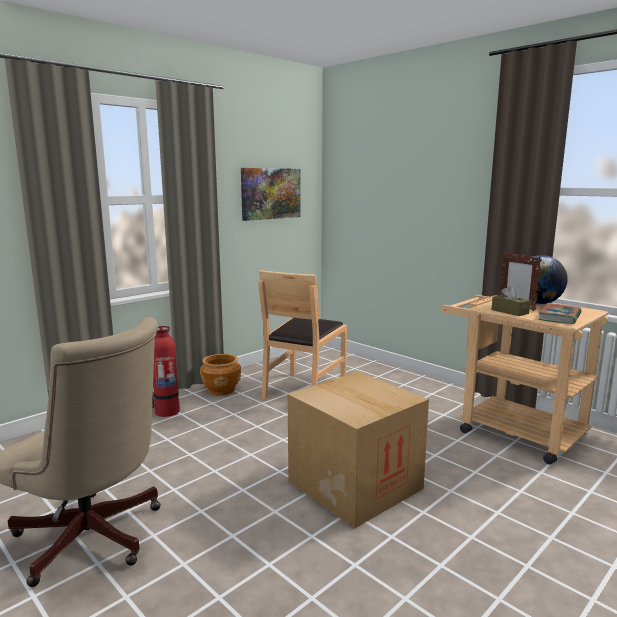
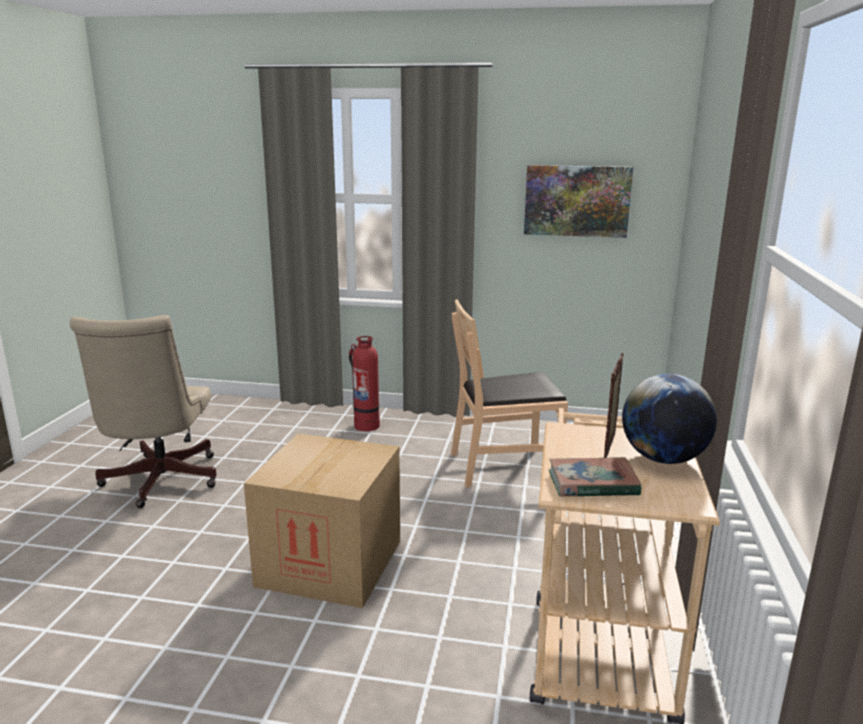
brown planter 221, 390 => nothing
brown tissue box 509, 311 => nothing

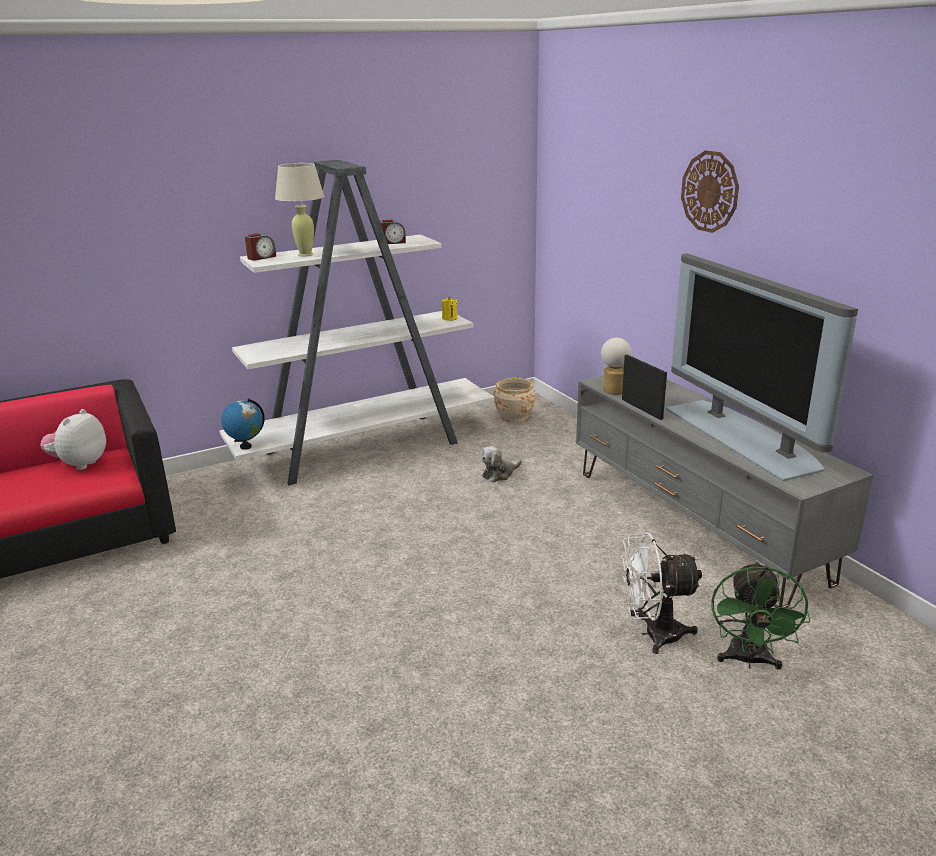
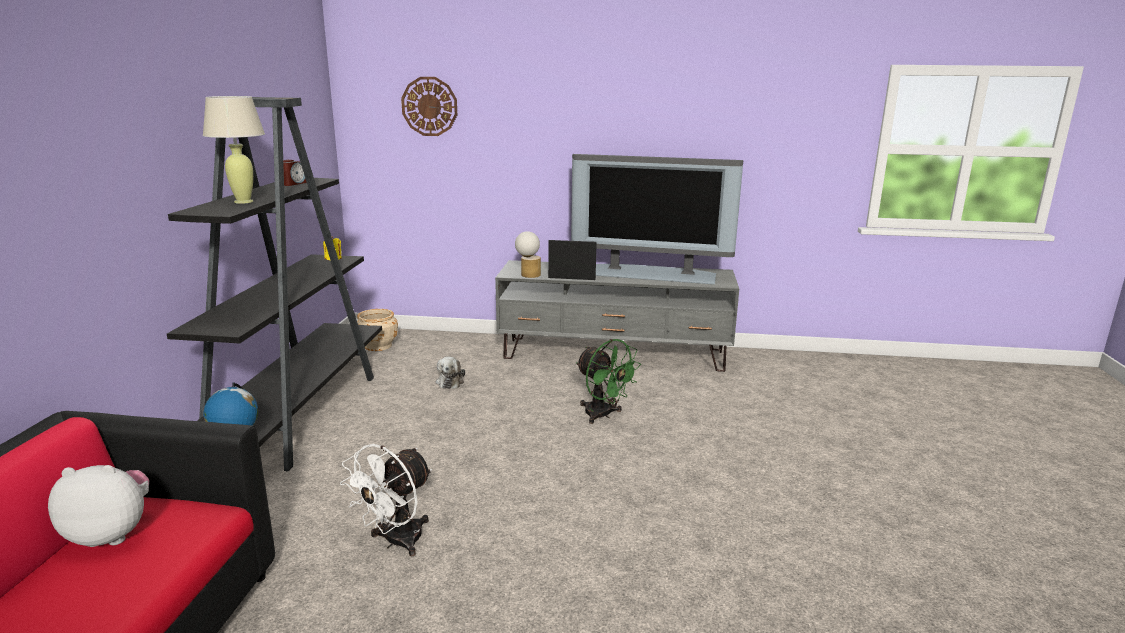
plush toy 79, 464 => plush toy 112, 534, 120 degrees clockwise
white bookcase 365, 447 => black bookcase 297, 414
alarm clock 261, 257 => nothing
white fan 653, 634 => white fan 396, 542, shifted
wall clock 710, 191 => wall clock 429, 106, shifted
green fan 748, 660 => green fan 603, 415, shifted

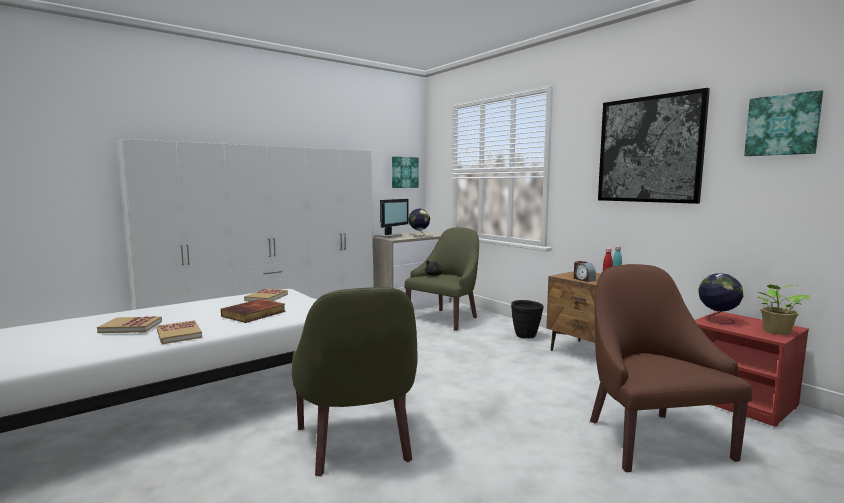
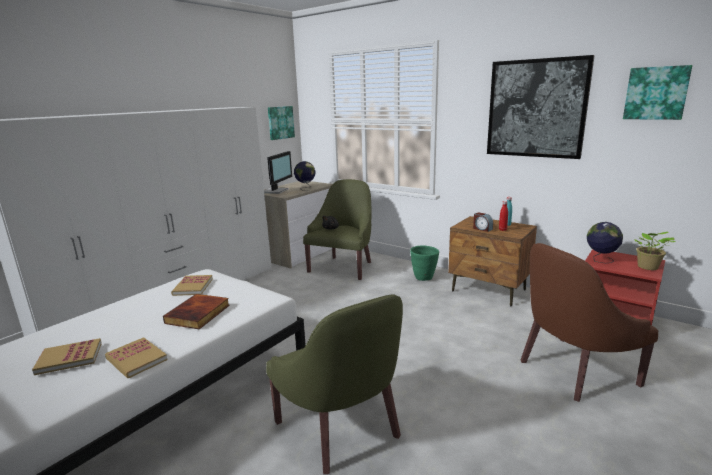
black planter 526, 336 => green planter 424, 278
brown armchair 651, 438 => brown armchair 572, 370, 90 degrees counterclockwise

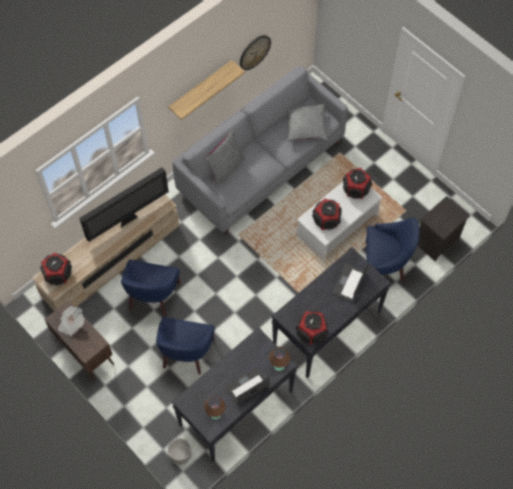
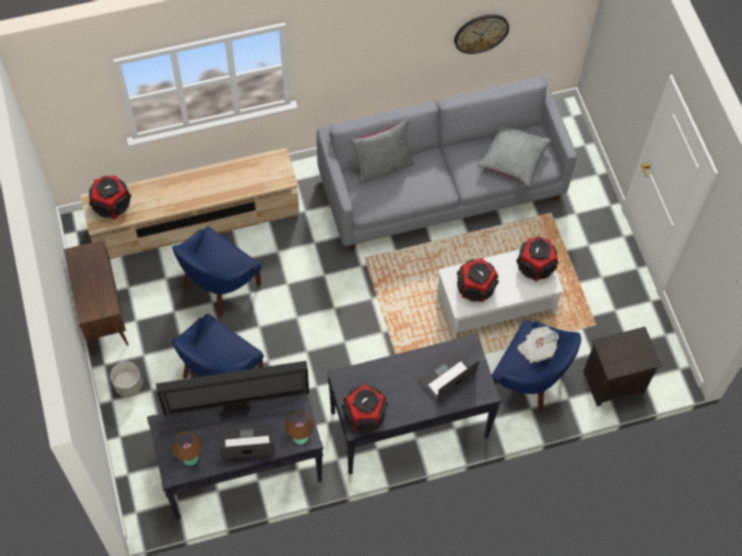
newspaper 71, 324 => newspaper 536, 348, shifted
television 129, 219 => television 237, 406, shifted
shelf 200, 88 => nothing
grey planter 180, 455 => grey planter 128, 385, shifted

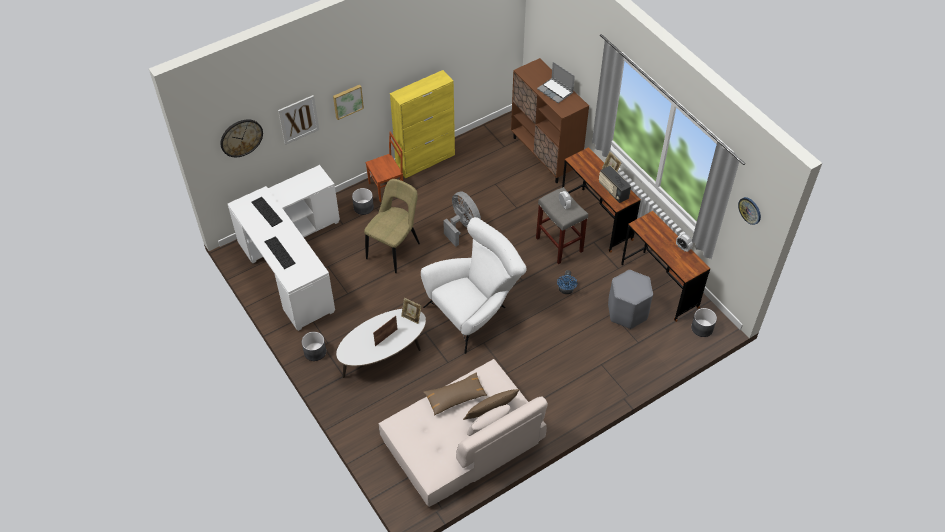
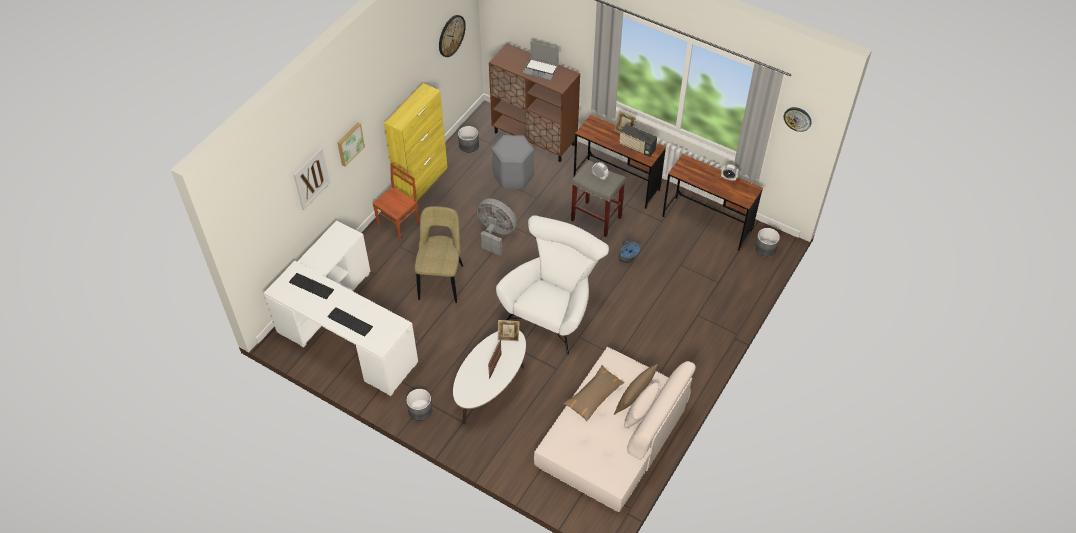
wall clock 241, 137 => wall clock 451, 35, shifted
grey planter 363, 207 => grey planter 469, 145, shifted
grey stool 627, 312 => grey stool 513, 176, shifted

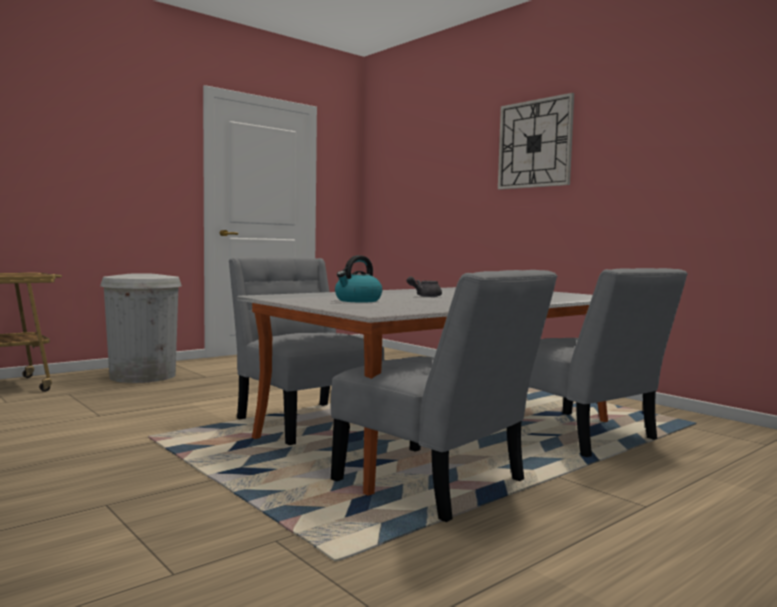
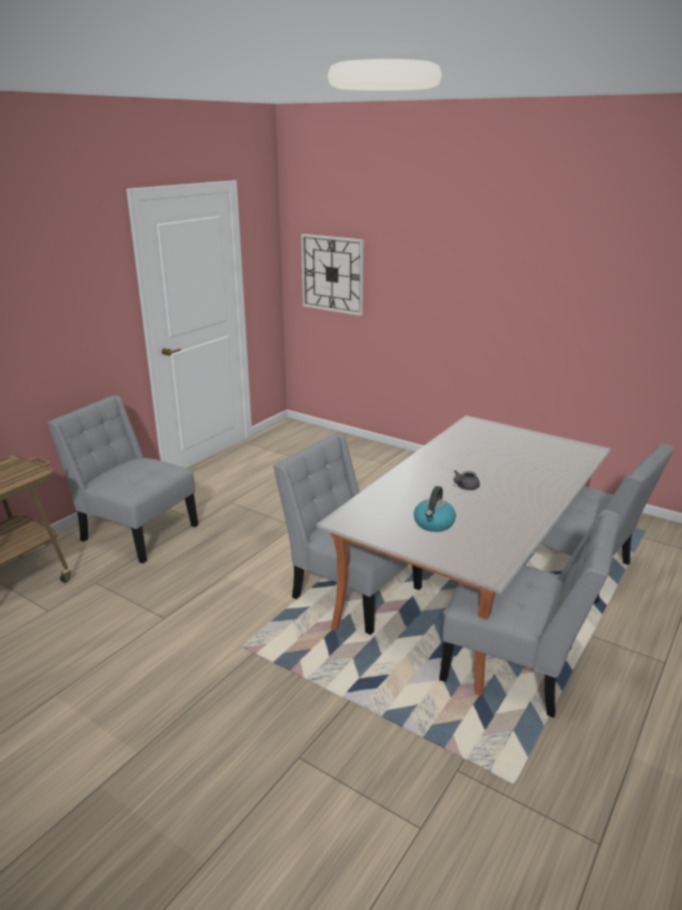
white trash can 143, 376 => grey chair 135, 531
wall clock 535, 144 => wall clock 332, 274, shifted

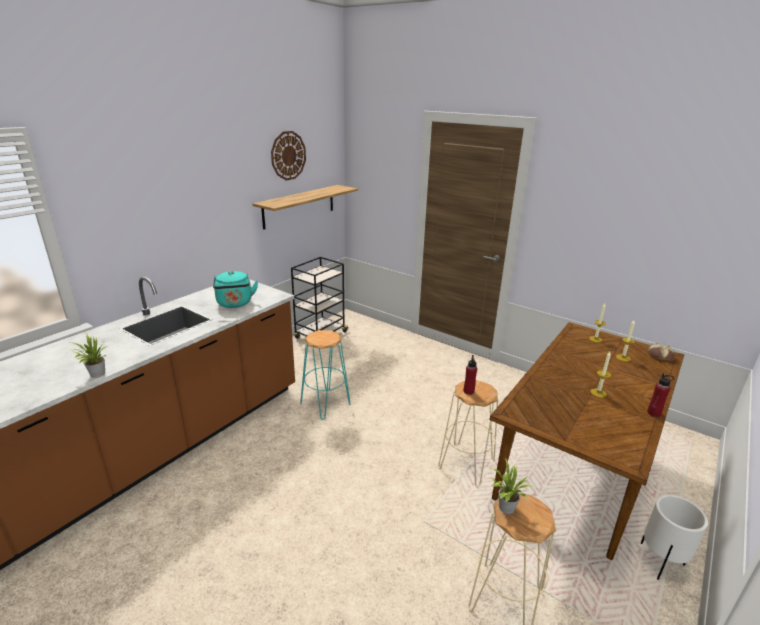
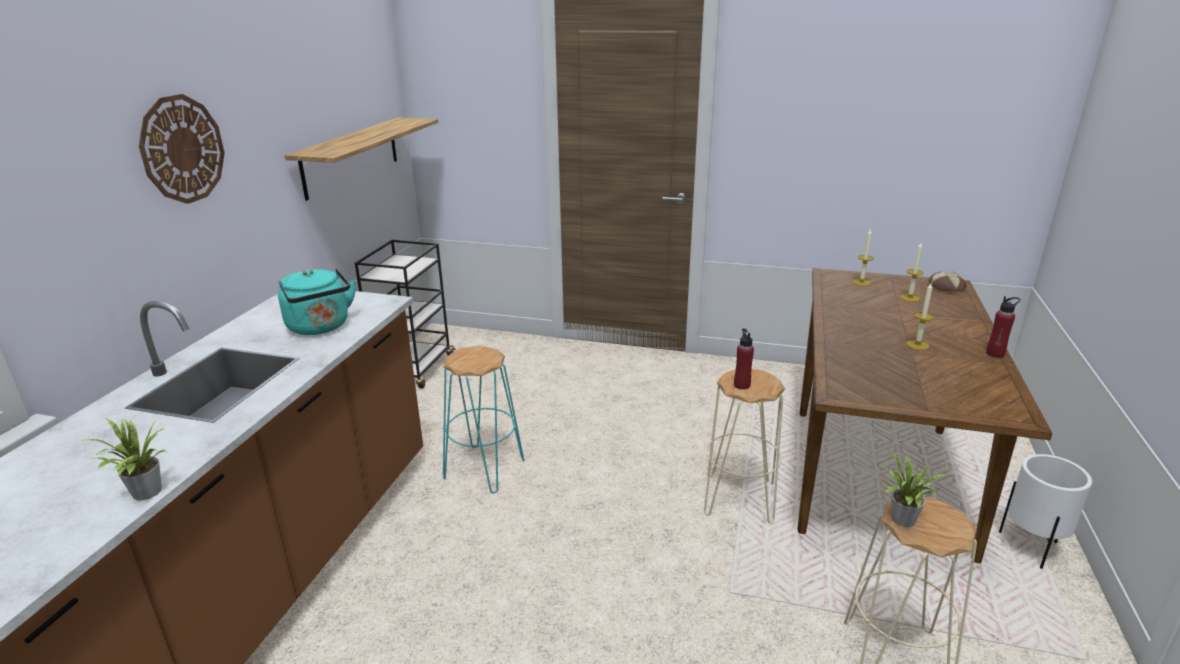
wall clock 288, 155 => wall clock 182, 149, shifted

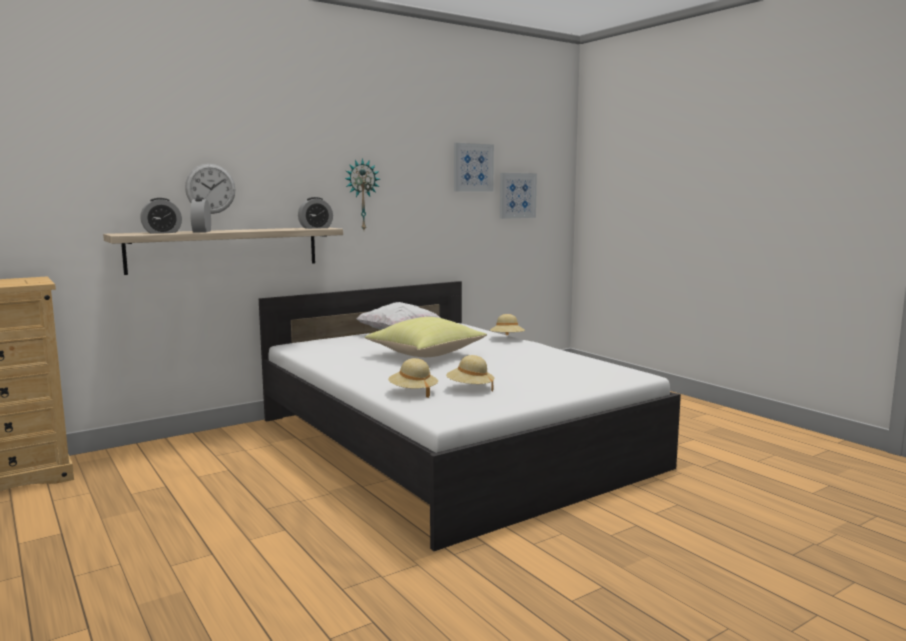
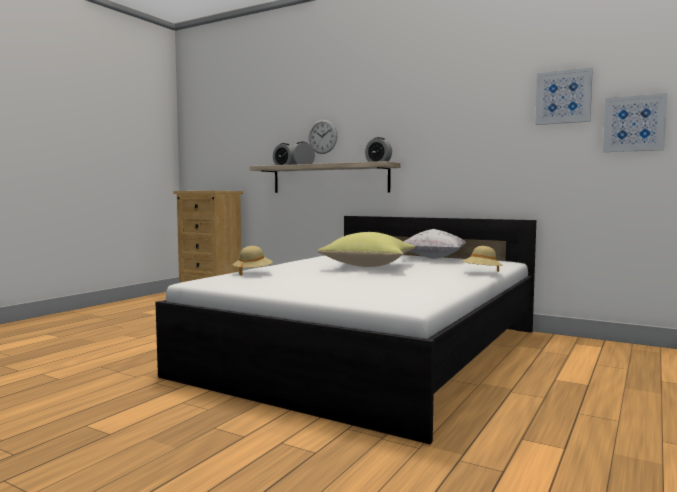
wall clock 361, 195 => nothing
beige hat 470, 388 => nothing

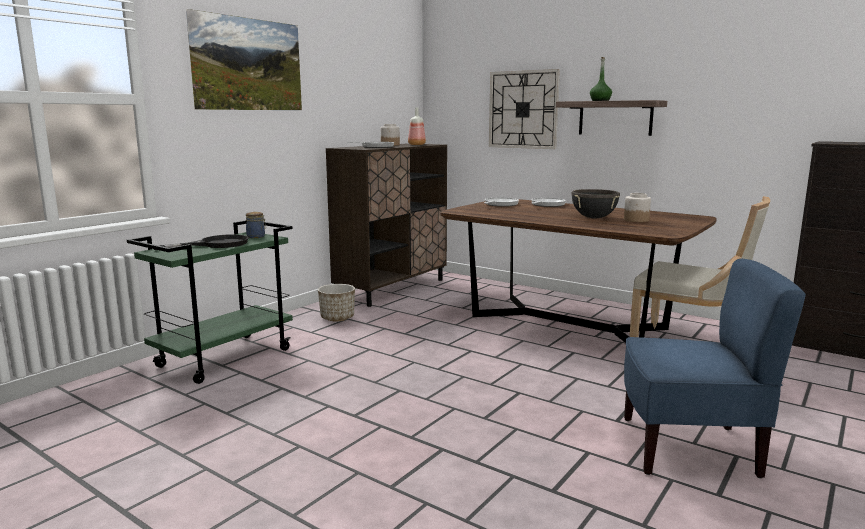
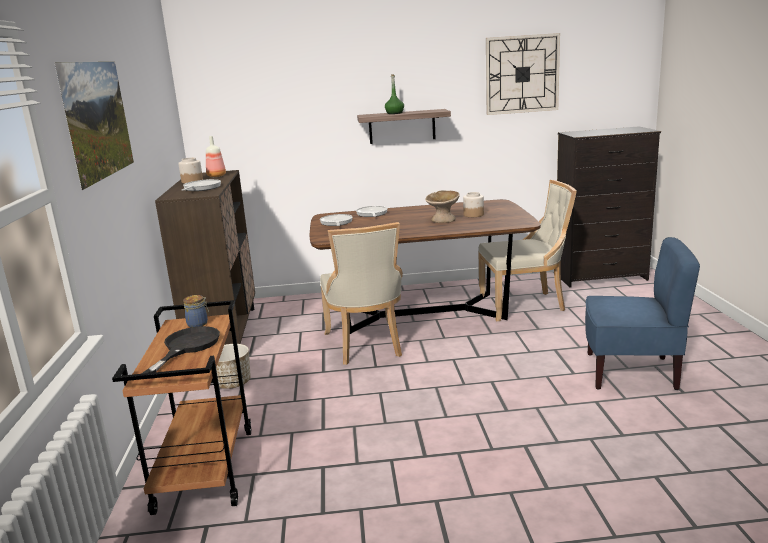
green cart 225, 357 => brown cart 205, 469
wall clock 523, 109 => wall clock 522, 74, shifted
black cooking pot 594, 218 => beige bowl 443, 220
blue chair 689, 448 => blue chair 631, 372, 45 degrees clockwise
nothing => beige chair 366, 345

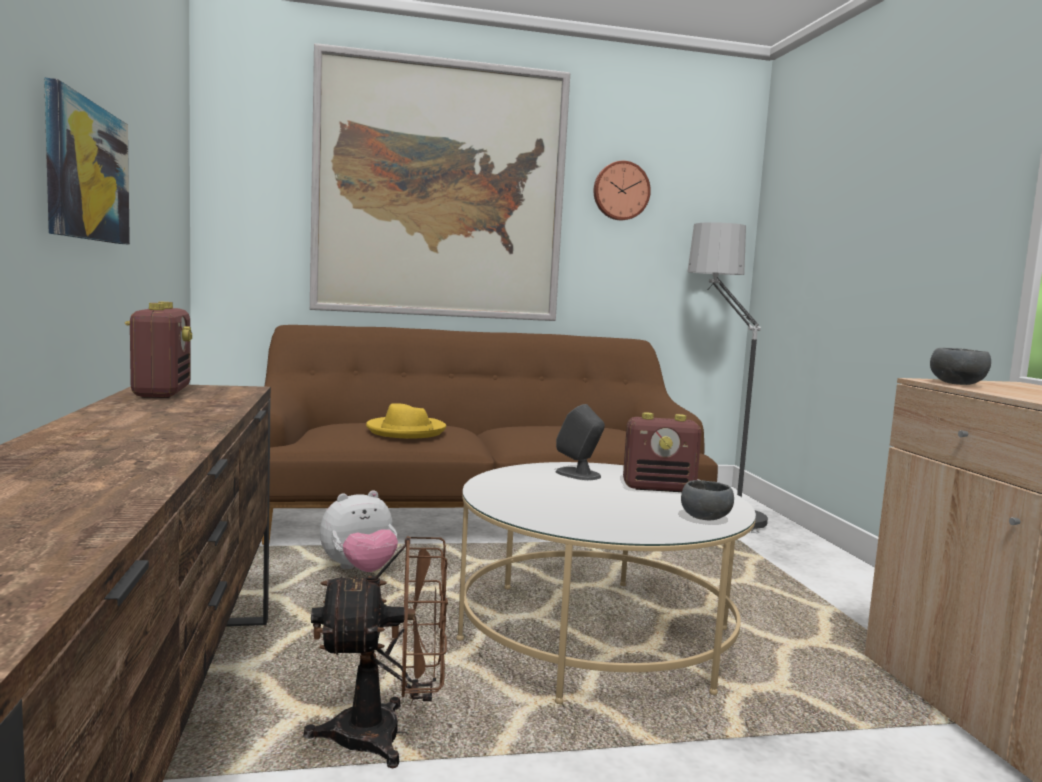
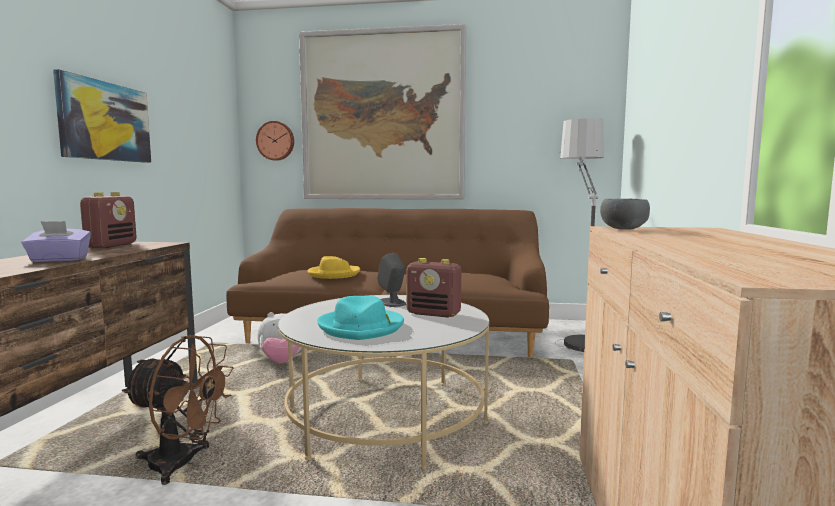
wall clock 620, 191 => wall clock 276, 141, shifted
grey bowl 706, 518 => nothing
nothing => purple tissue box 59, 260
nothing => turquoise hat 361, 327

